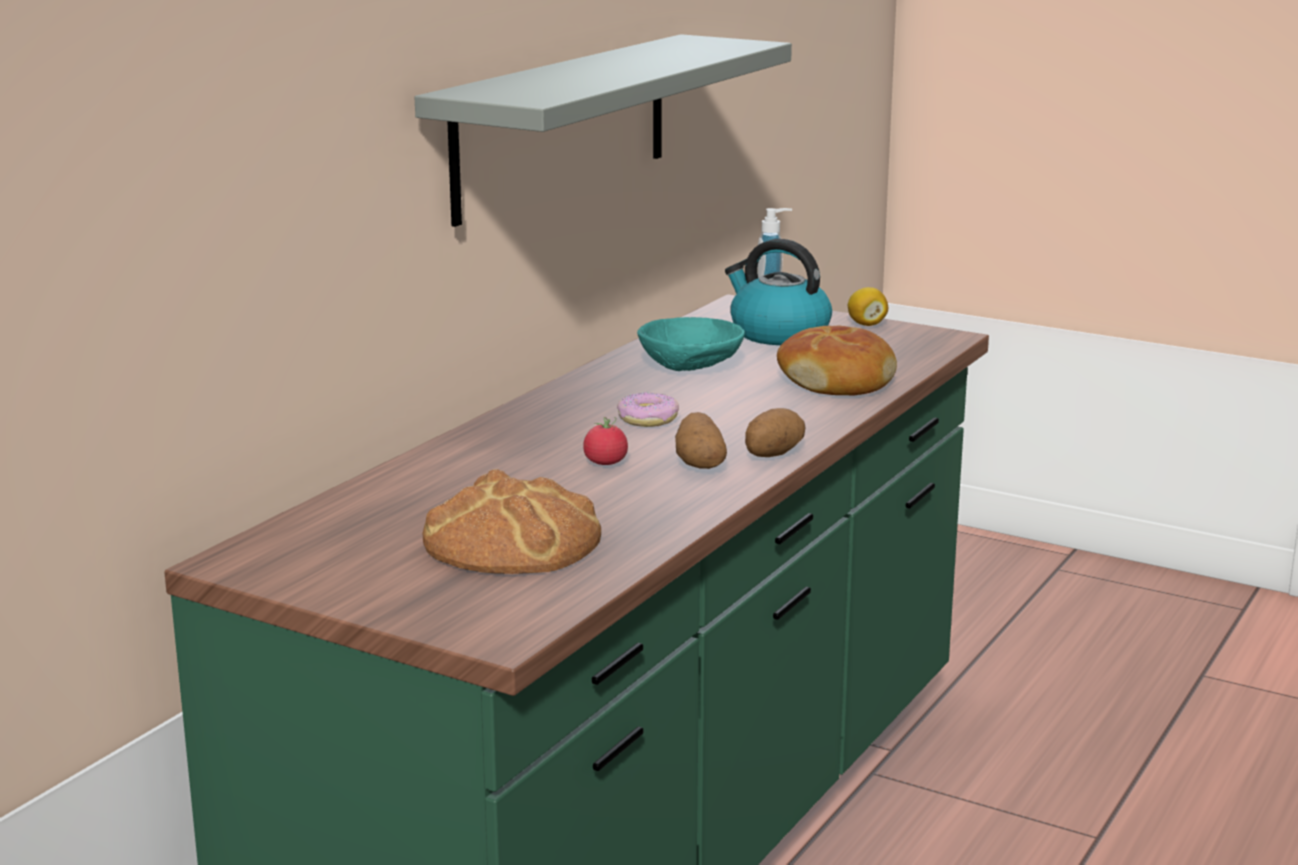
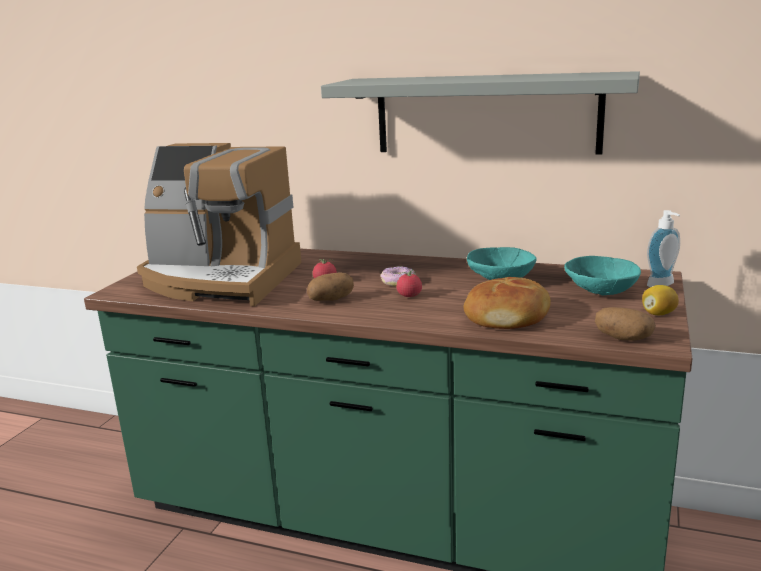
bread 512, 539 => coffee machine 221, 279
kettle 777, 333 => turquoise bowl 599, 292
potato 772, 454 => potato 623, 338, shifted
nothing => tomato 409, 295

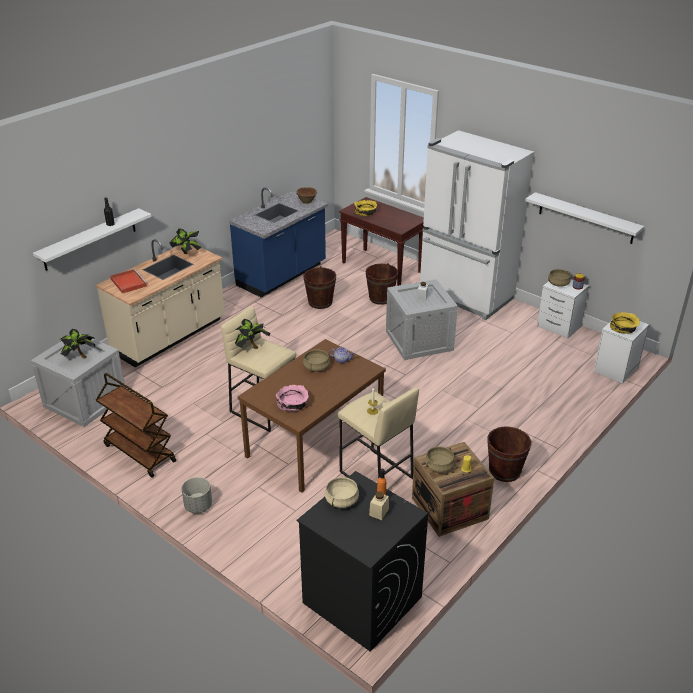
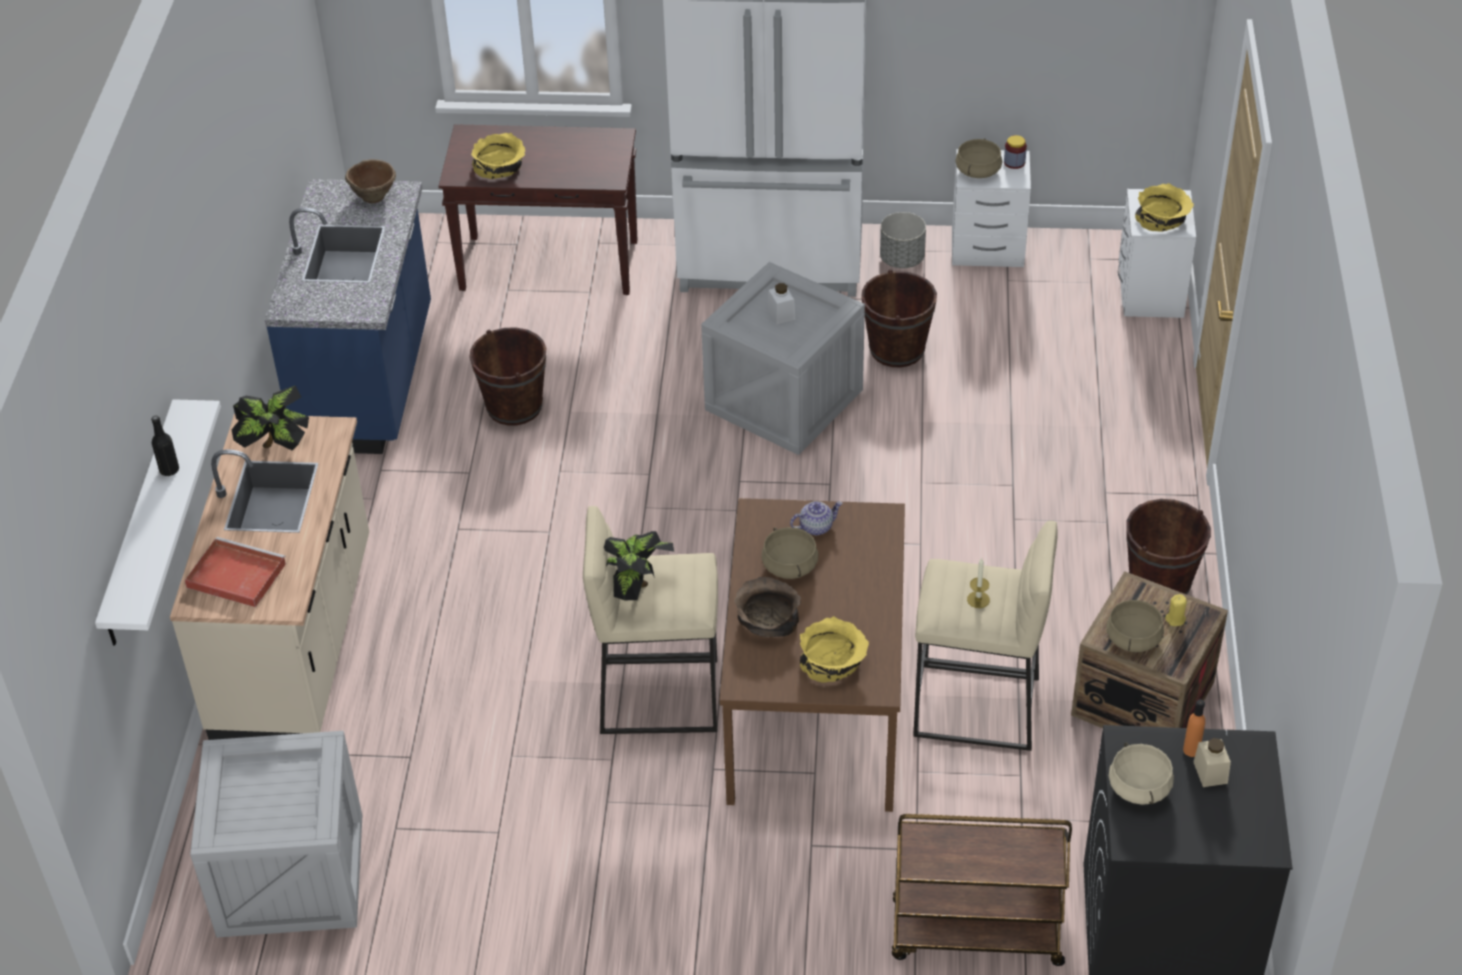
potted plant 80, 357 => nothing
brown cart 139, 453 => brown cart 975, 934, shifted
grey planter 198, 506 => grey planter 901, 259, shifted
pink bowl 293, 404 => yellow bowl 833, 661
brown bucket 381, 298 => brown bucket 897, 349, shifted
white shelf 586, 218 => nothing
nothing => brown bowl 766, 619

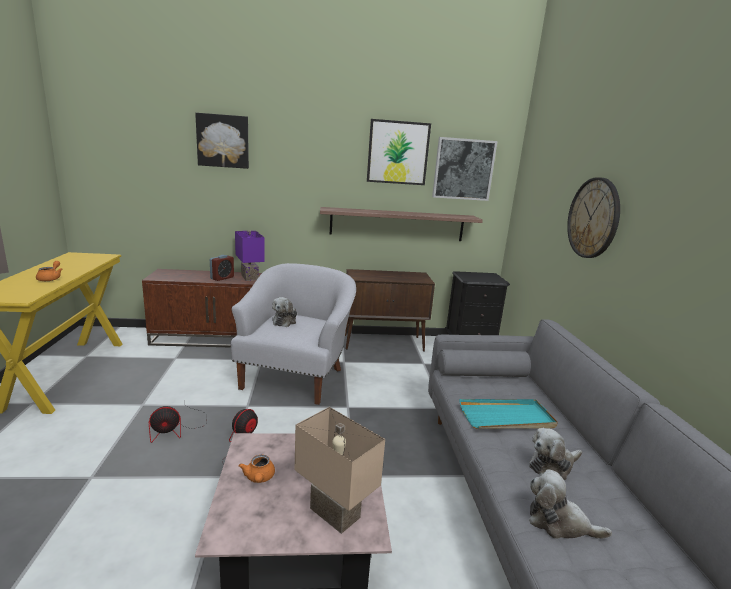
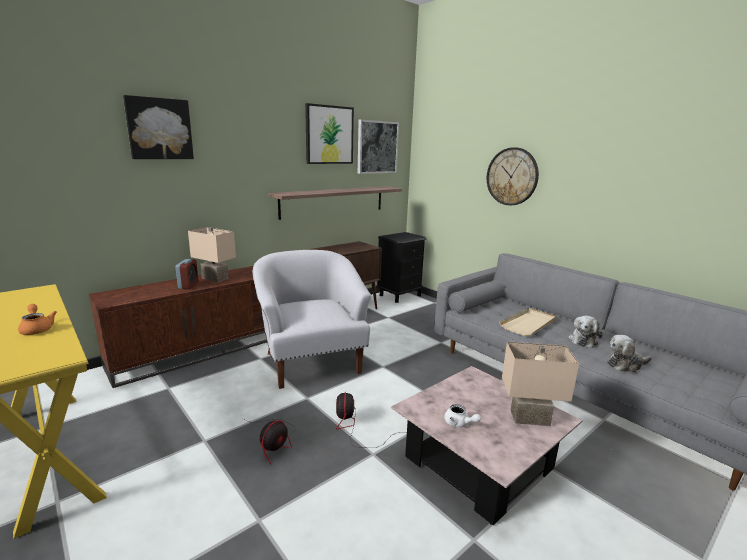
purple table lamp 248, 277 => beige table lamp 214, 278
orange teapot 259, 478 => white teapot 459, 424
plush toy 285, 321 => nothing
turquoise tray 507, 417 => beige tray 528, 324

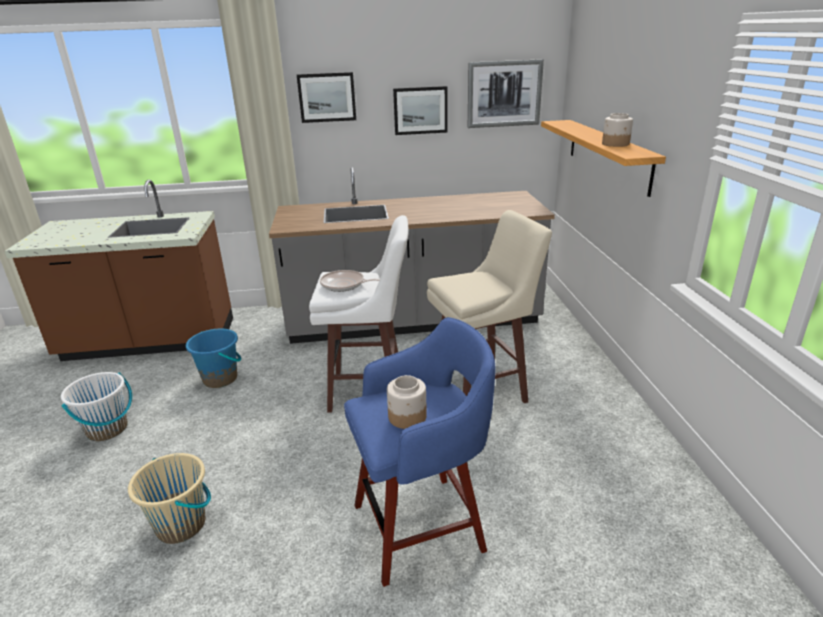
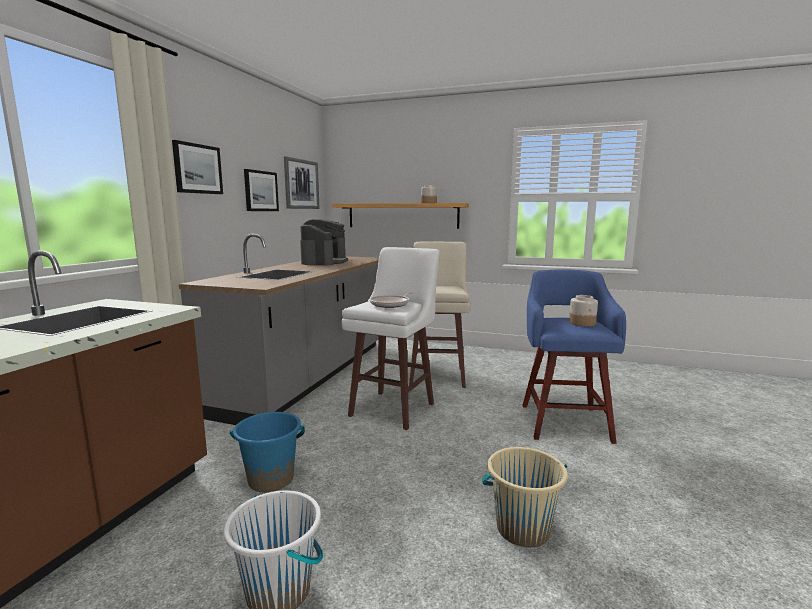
nothing => coffee machine 324, 262

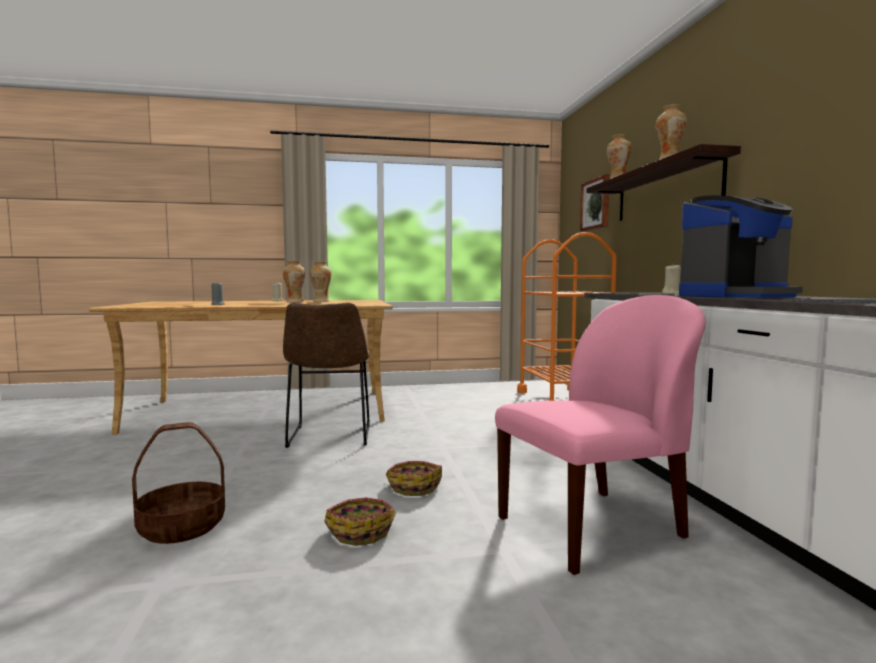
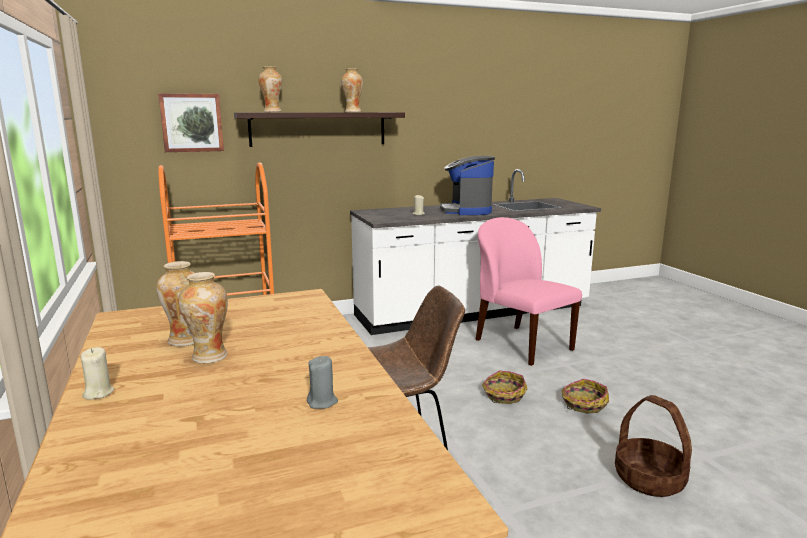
coffee machine 735, 296 => coffee machine 466, 211, 150 degrees counterclockwise

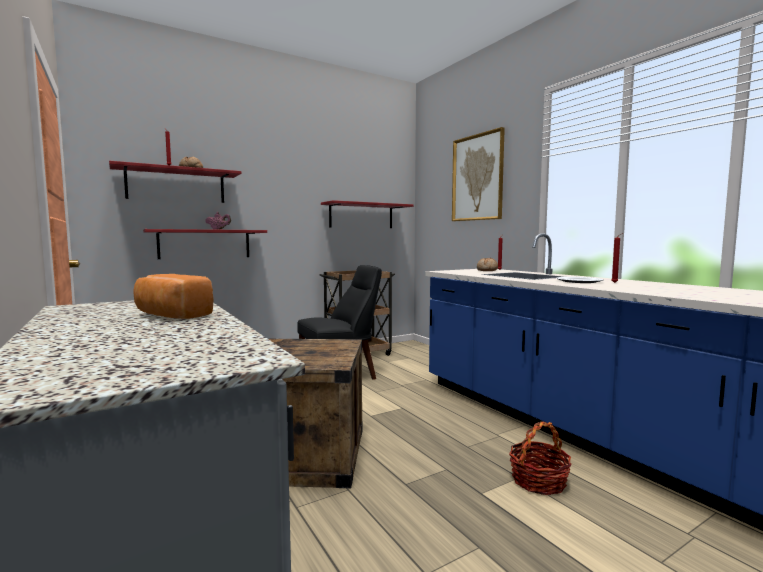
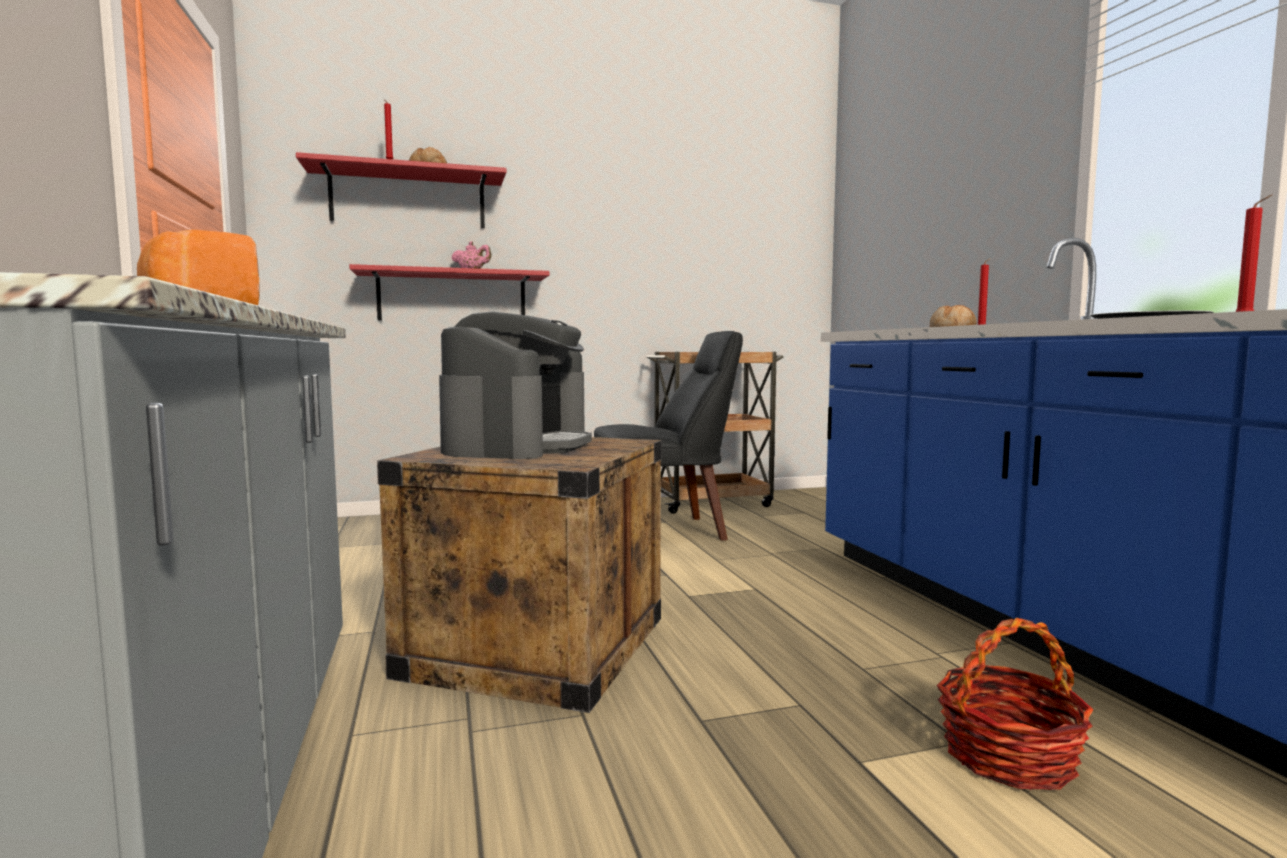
red shelf 361, 216 => nothing
picture 477, 178 => nothing
nothing => coffee machine 518, 446

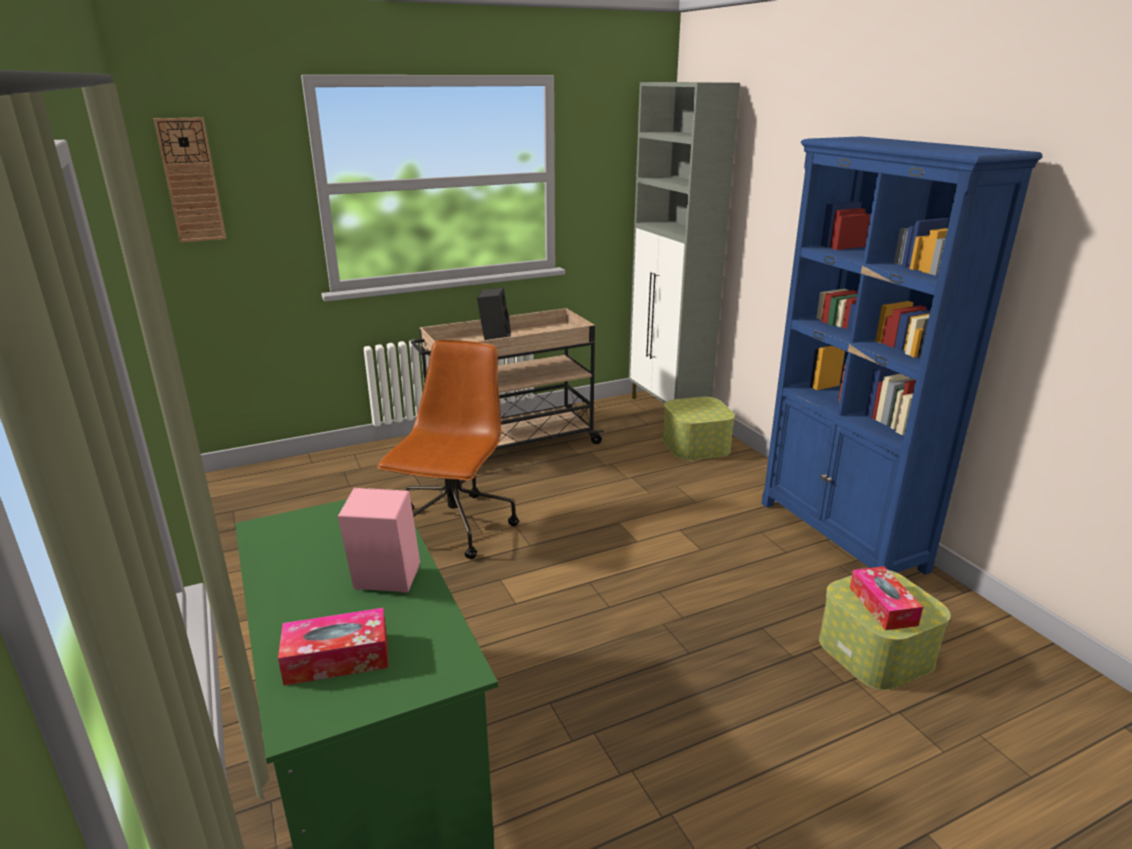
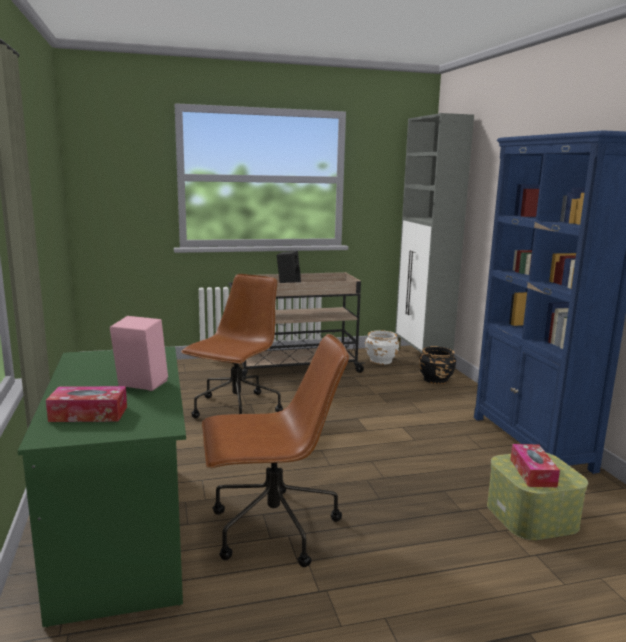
wall clock 191, 180 => nothing
storage box 696, 445 => black planter 435, 379
nothing => brown office chair 271, 529
nothing => white planter 381, 360

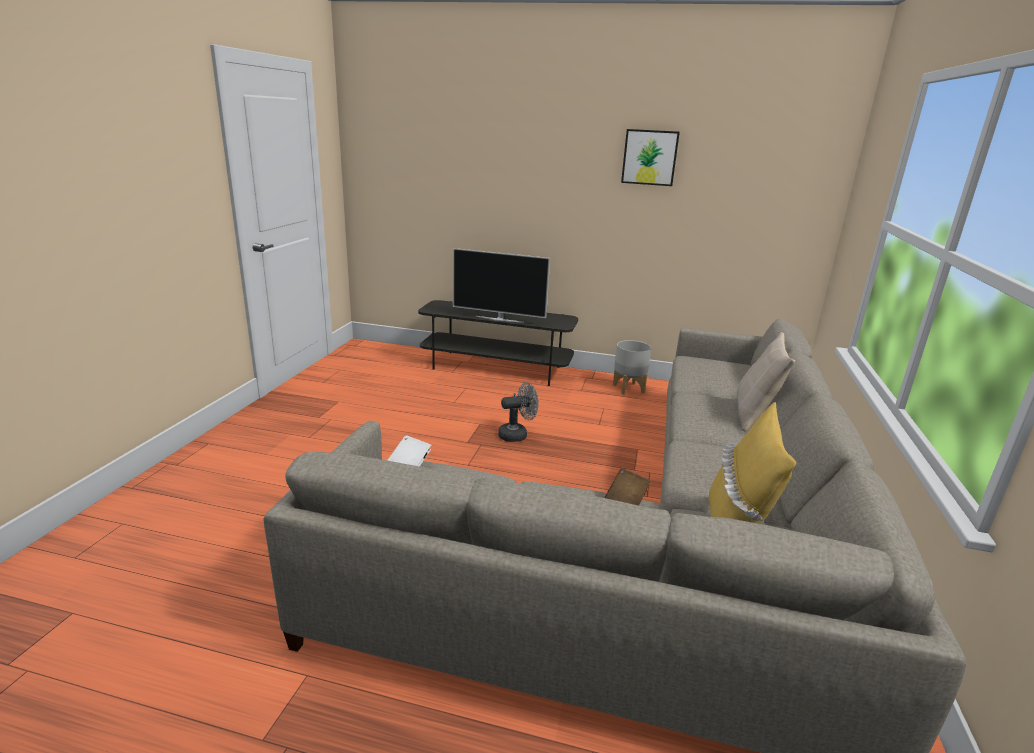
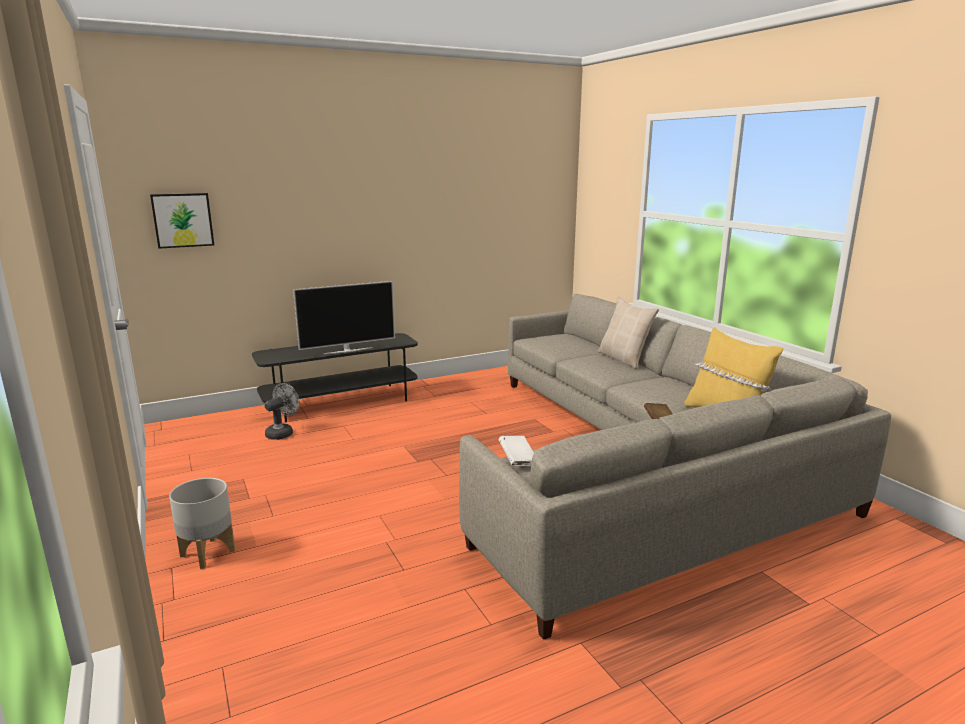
grey fan 517, 435 => grey fan 282, 433, shifted
grey planter 628, 388 => grey planter 208, 552, shifted
picture 649, 157 => picture 182, 220, shifted

